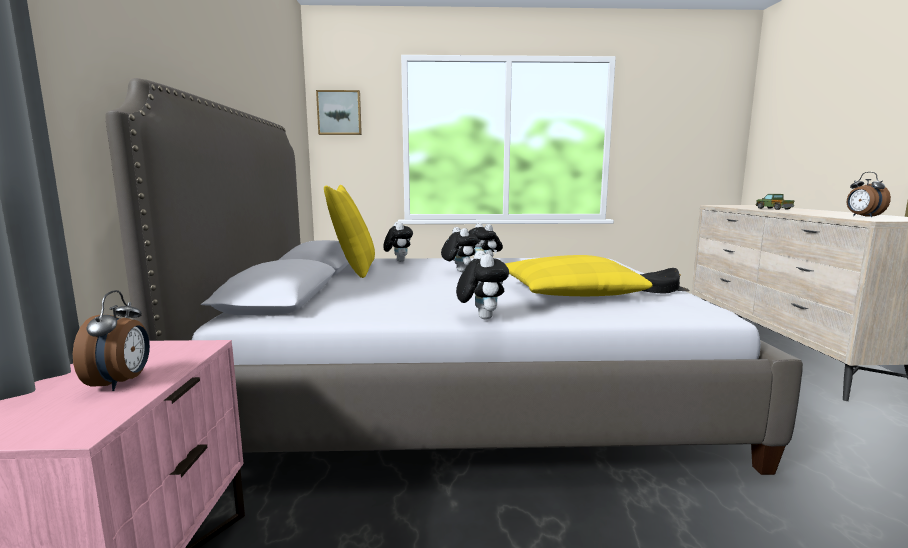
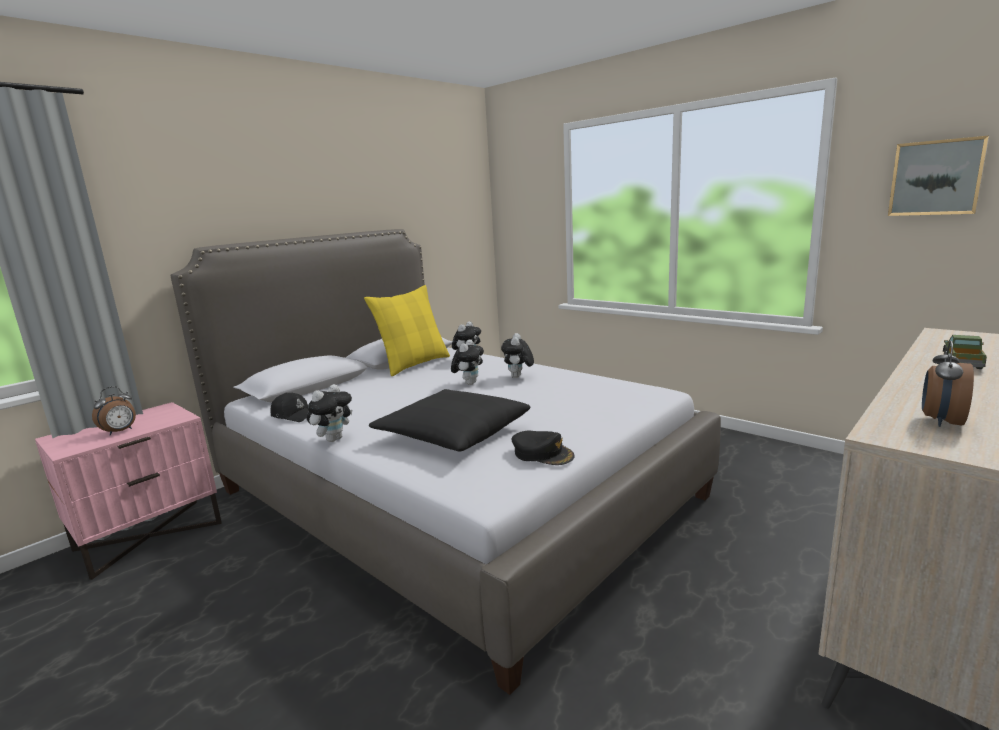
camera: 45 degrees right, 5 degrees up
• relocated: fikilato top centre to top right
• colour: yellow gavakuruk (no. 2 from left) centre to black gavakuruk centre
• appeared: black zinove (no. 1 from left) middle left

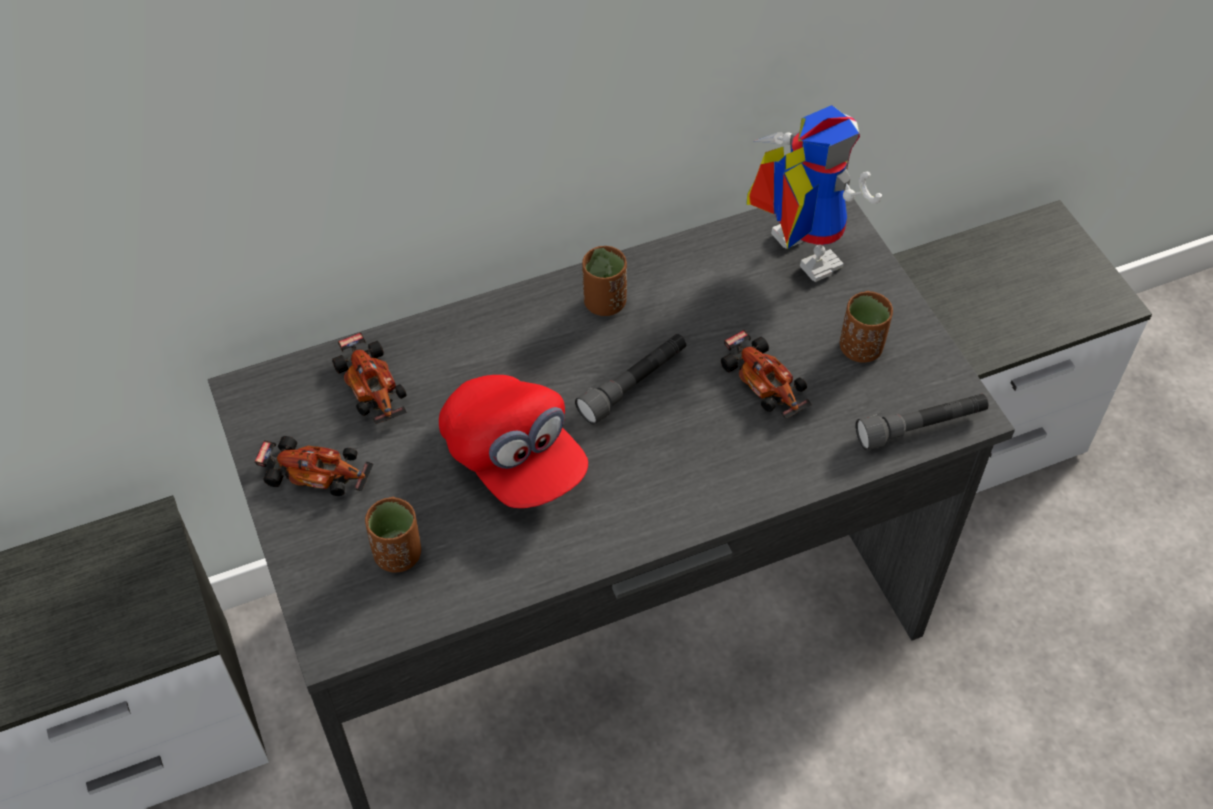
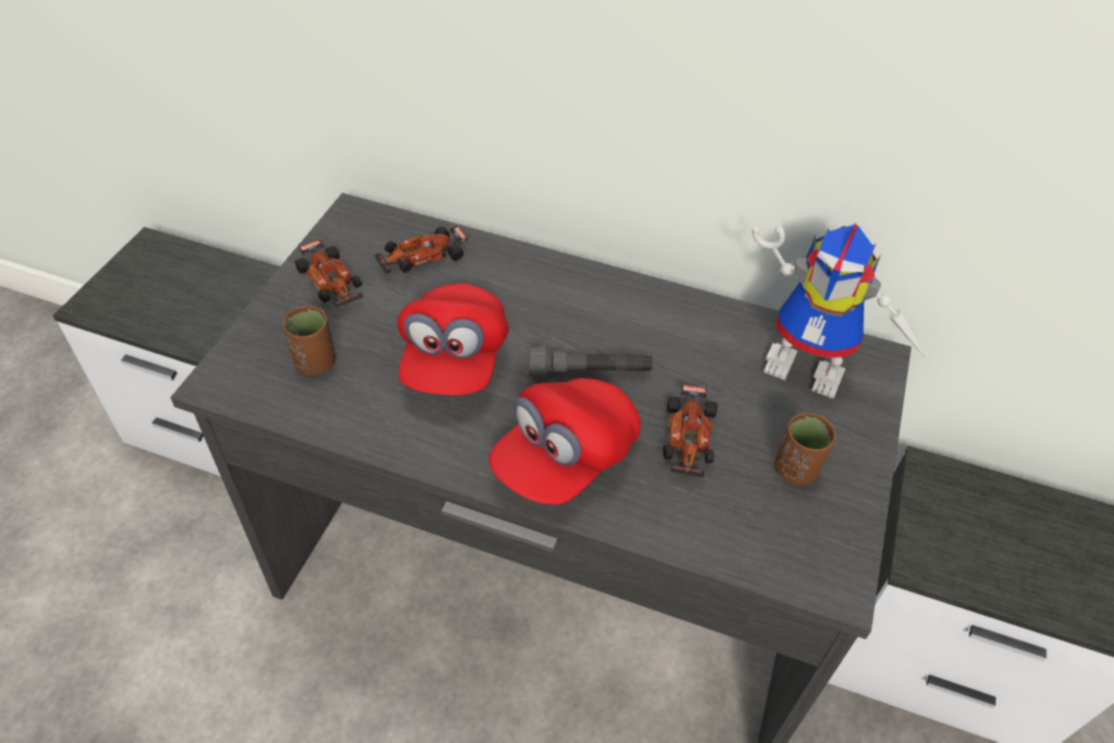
camera: 40 degrees right, 5 degrees down
• spun: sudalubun (no. 2 from left) middle left = centre 45 degrees clockwise
• missing: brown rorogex (no. 2 from left) centre
• spun: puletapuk top right = middle right 105 degrees clockwise
• missing: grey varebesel (no. 2 from left) middle right
• appeared: red zinove (no. 2 from left) centre

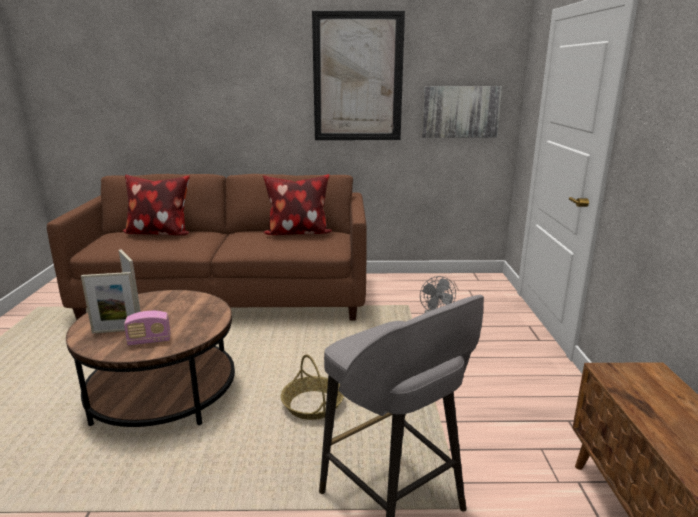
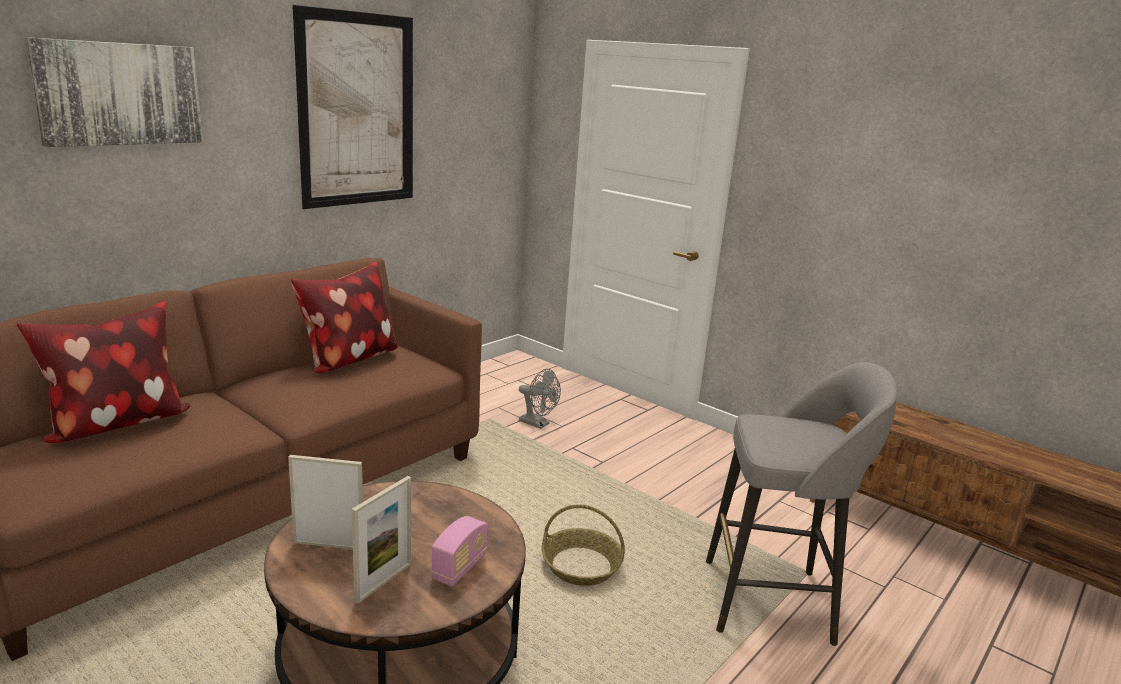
camera: 50 degrees left, 0 degrees up
• relocated: fikilato (no. 2 from left in the first image) top centre to fikilato (no. 1 from left) top left

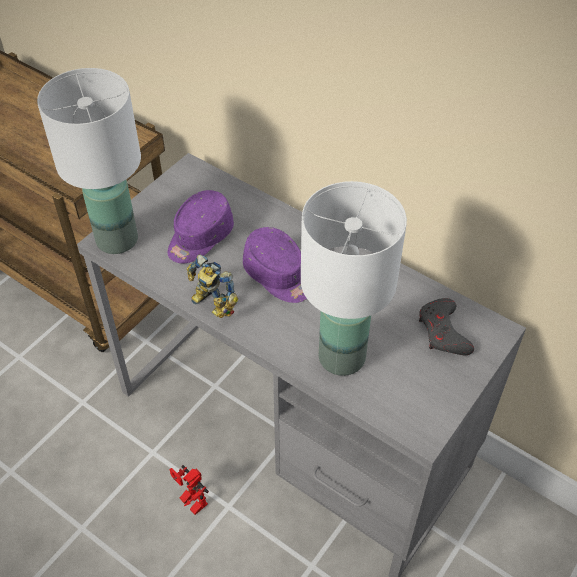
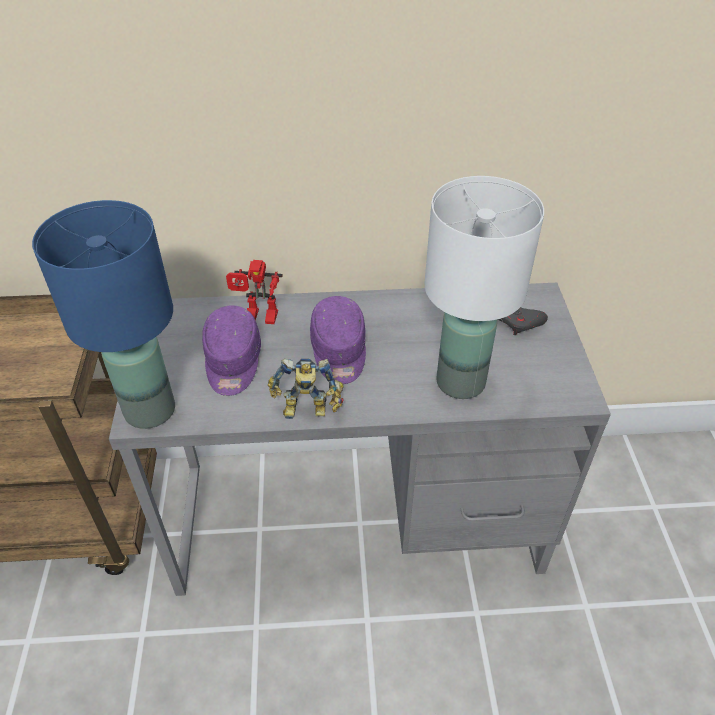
camera: 40 degrees left, 5 degrees down
• colour: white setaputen (no. 1 from left) top left to blue setaputen middle left
• relocated: puletapuk (no. 1 from left) bottom left to centre
• spun: purple zinove (no. 2 from left) centre = centre 75 degrees clockwise

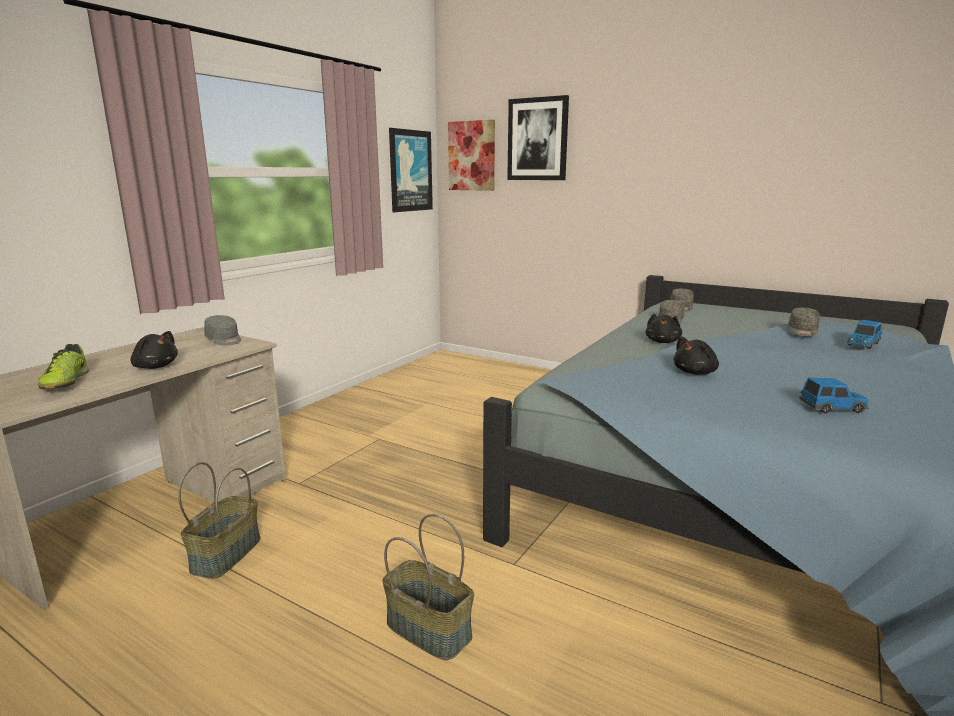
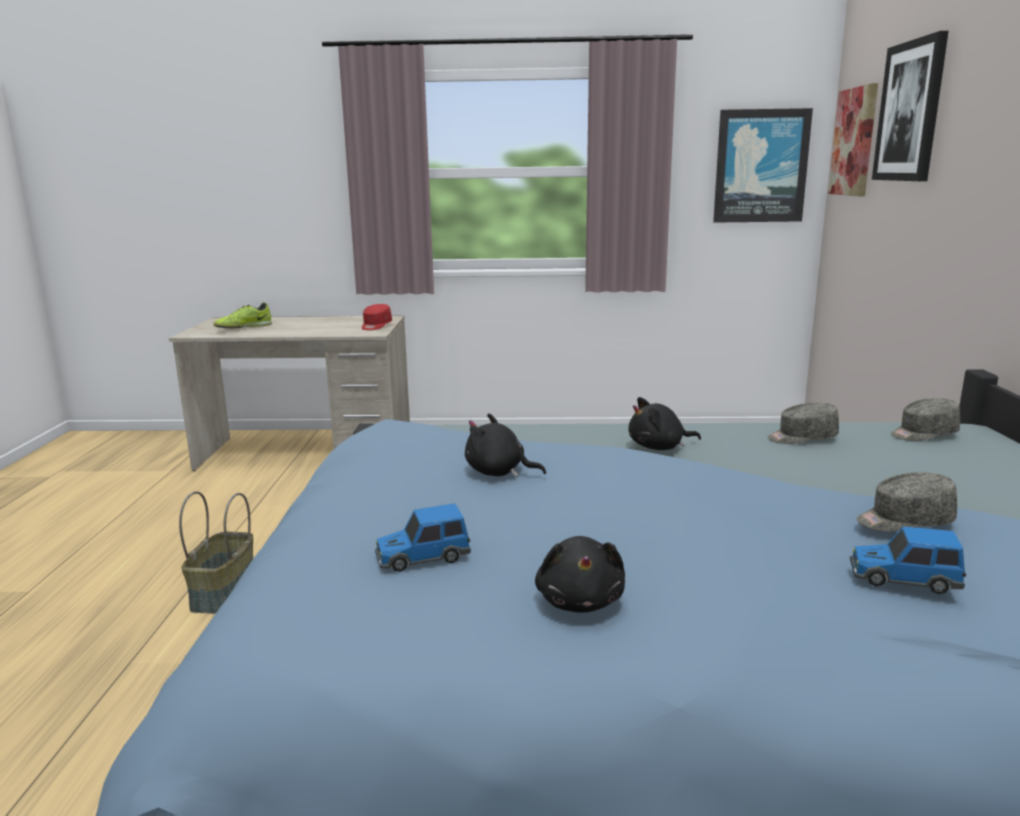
camera: 60 degrees right, 0 degrees up
• relocated: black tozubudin (no. 1 from left in the first image) middle left to black tozubudin (no. 2 from left) bottom centre
• missing: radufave (no. 1 from left) bottom left
• colour: grey zinove (no. 1 from left) middle left to red zinove centre
• spun: sudalubun (no. 1 from left) middle right = centre 105 degrees clockwise

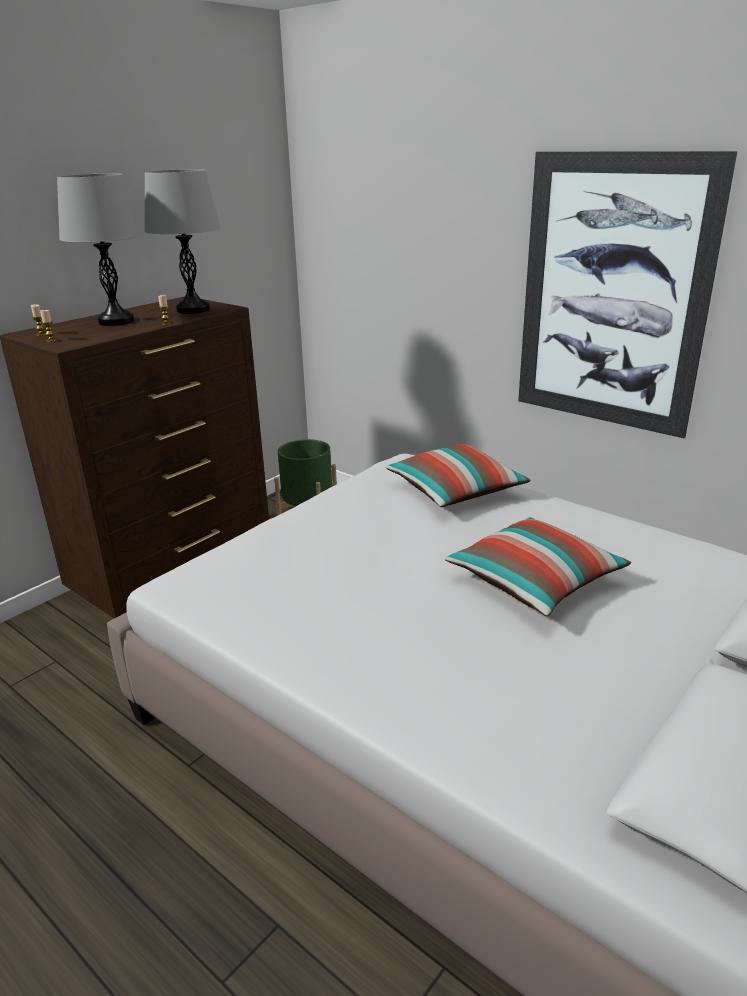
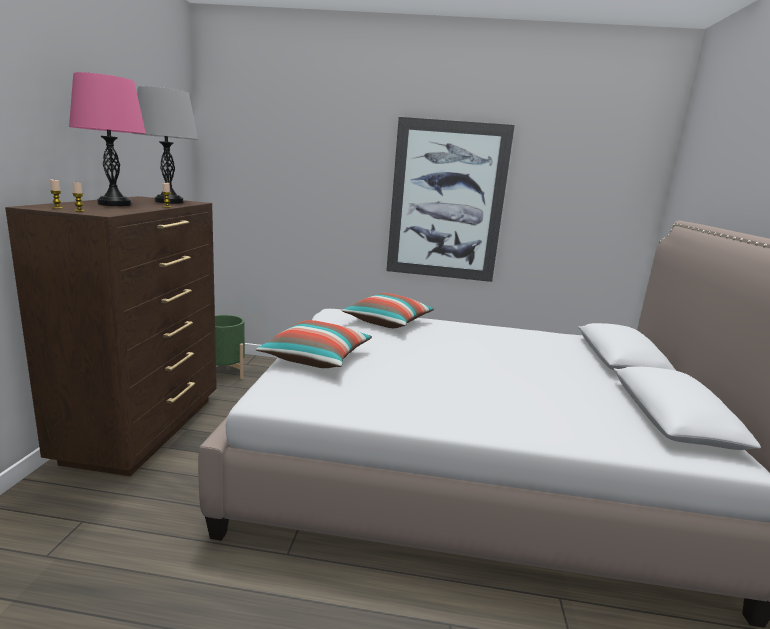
camera: 35 degrees left, 10 degrees down
• colour: grey setaputen (no. 1 from left) top left to pink setaputen top left
• relocated: gavakuruk (no. 2 from left in the first image) middle right to gavakuruk (no. 1 from left) centre

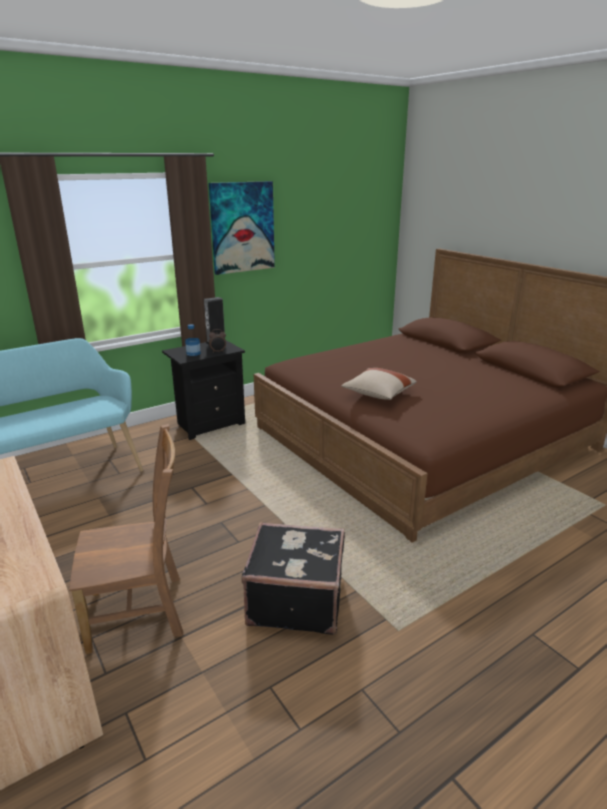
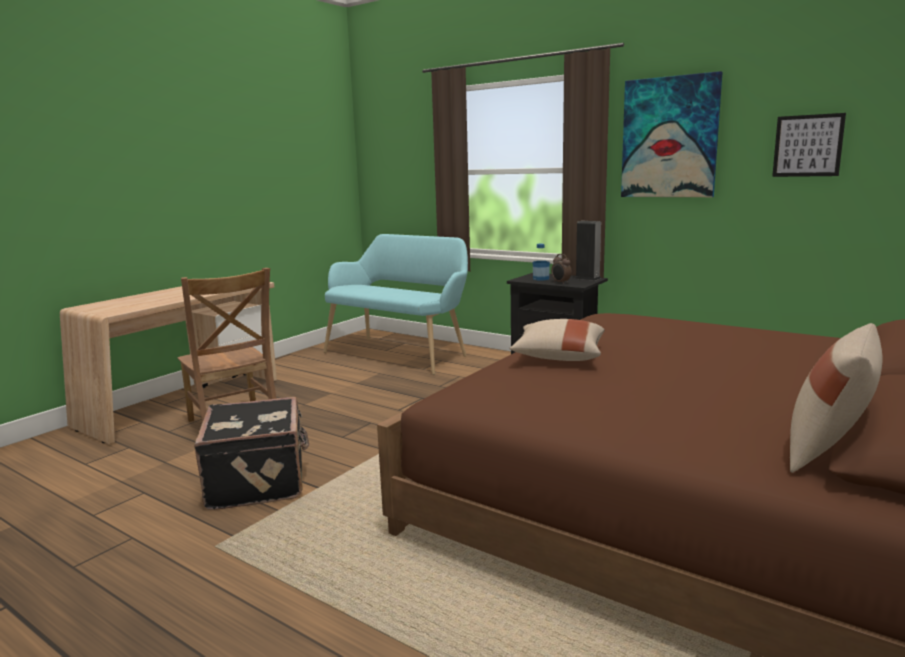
camera: 70 degrees right, 10 degrees down
• appeared: fikilato (no. 2 from left) top right
• appeared: beige gavakuruk (no. 2 from left) middle right

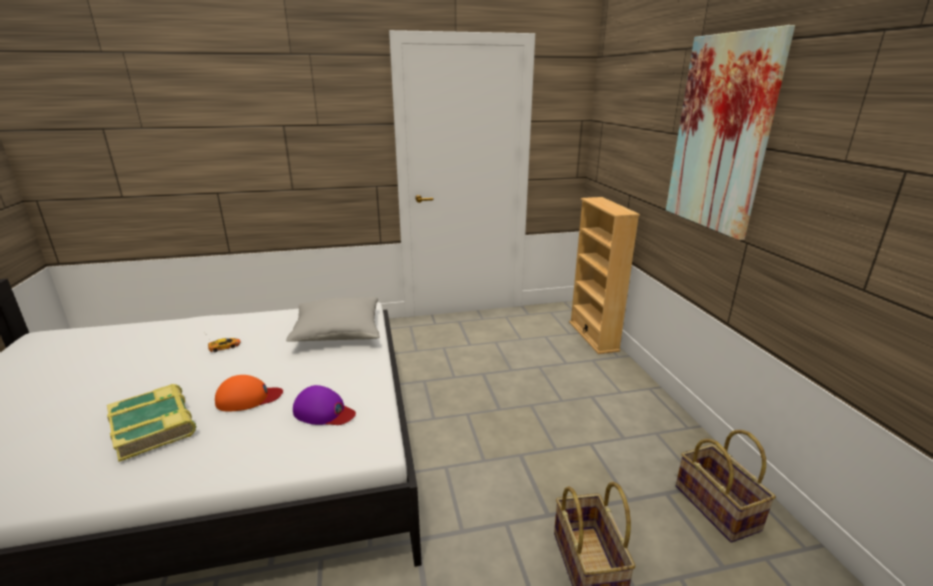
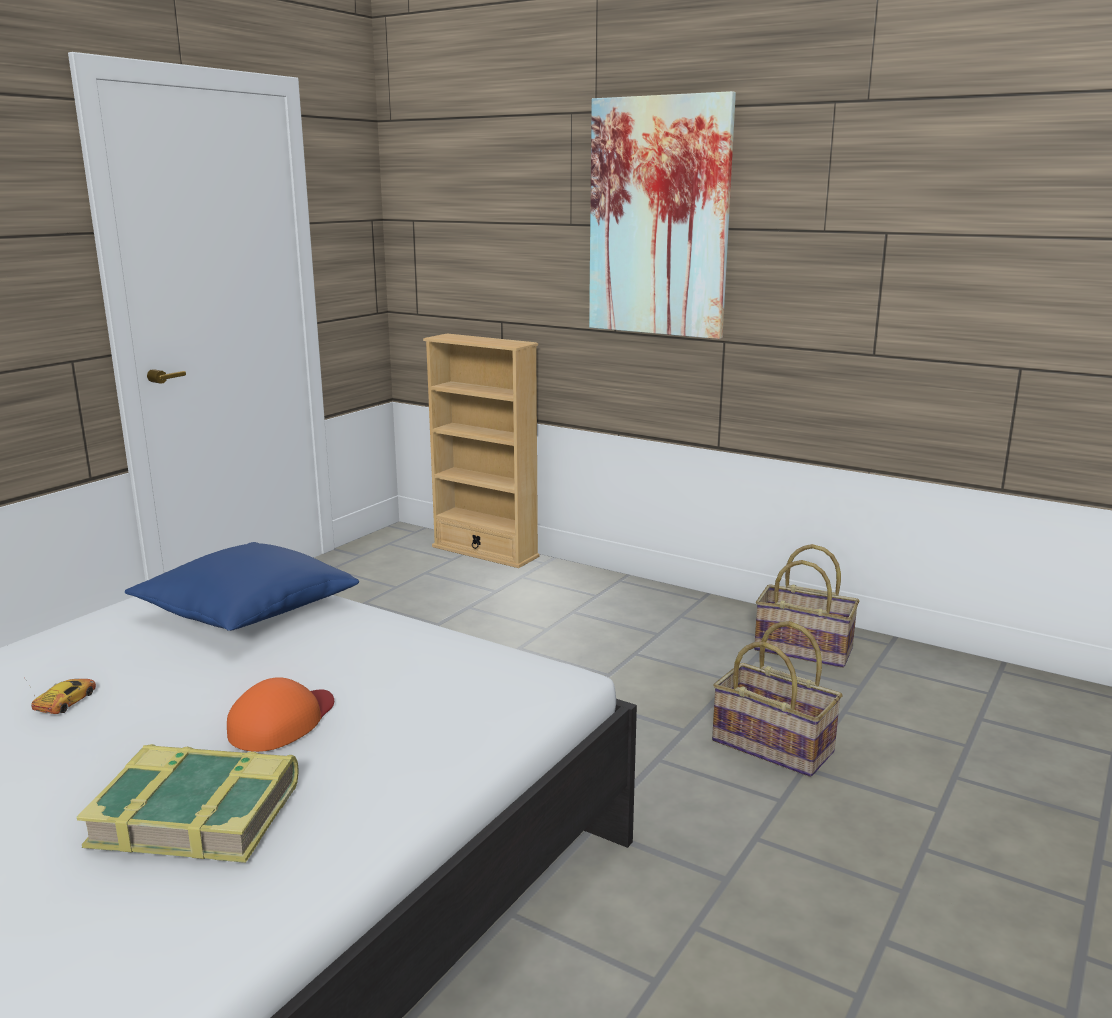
camera: 45 degrees left, 5 degrees down
• colour: grey gavakuruk centre to blue gavakuruk middle left
• missing: purple zinove bottom centre

